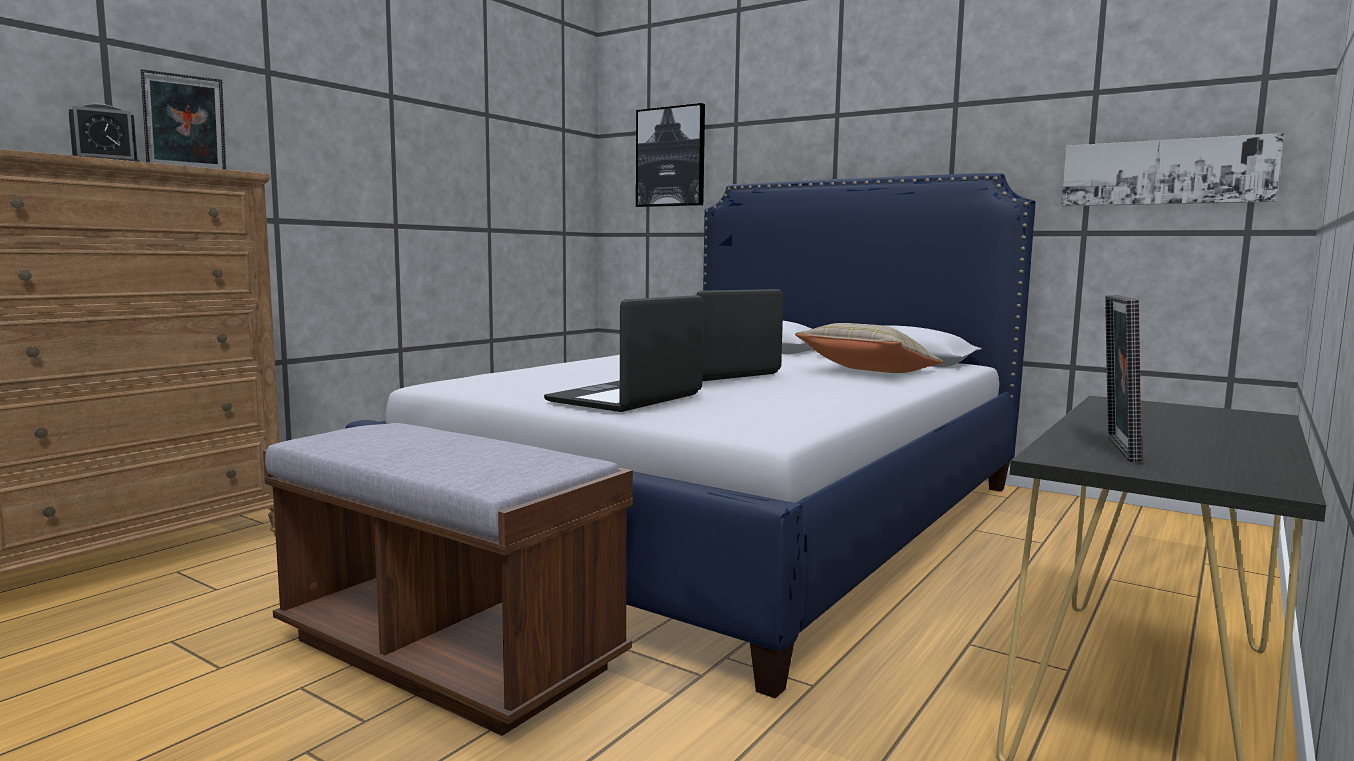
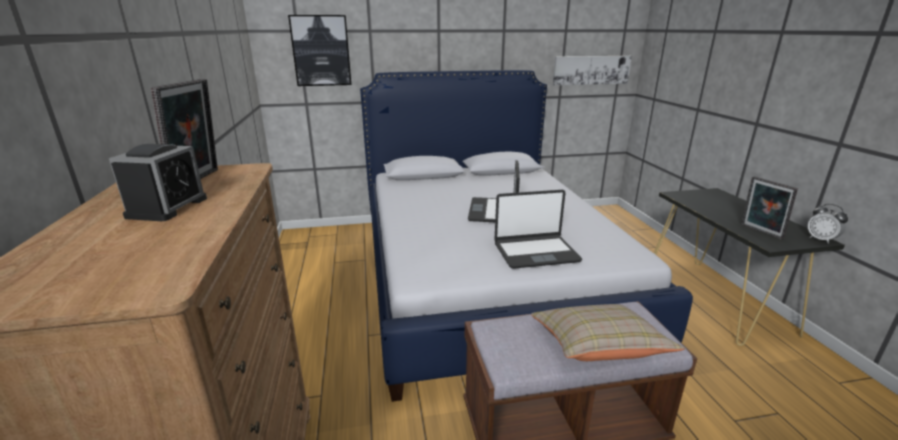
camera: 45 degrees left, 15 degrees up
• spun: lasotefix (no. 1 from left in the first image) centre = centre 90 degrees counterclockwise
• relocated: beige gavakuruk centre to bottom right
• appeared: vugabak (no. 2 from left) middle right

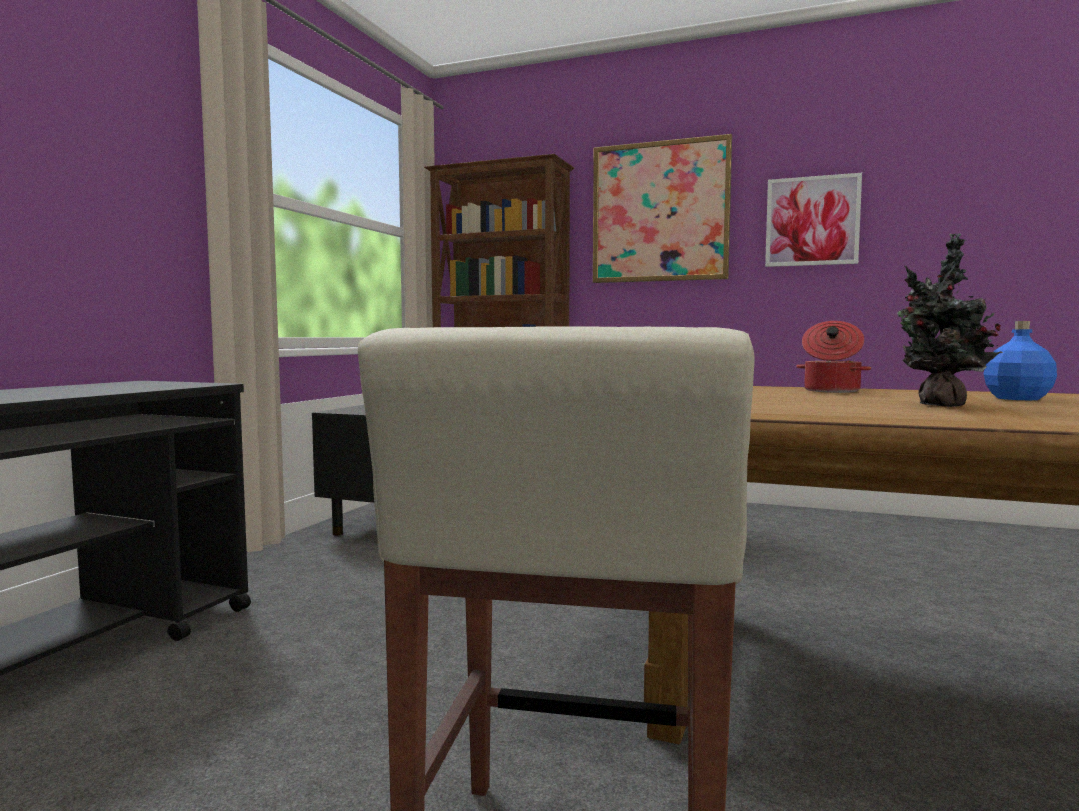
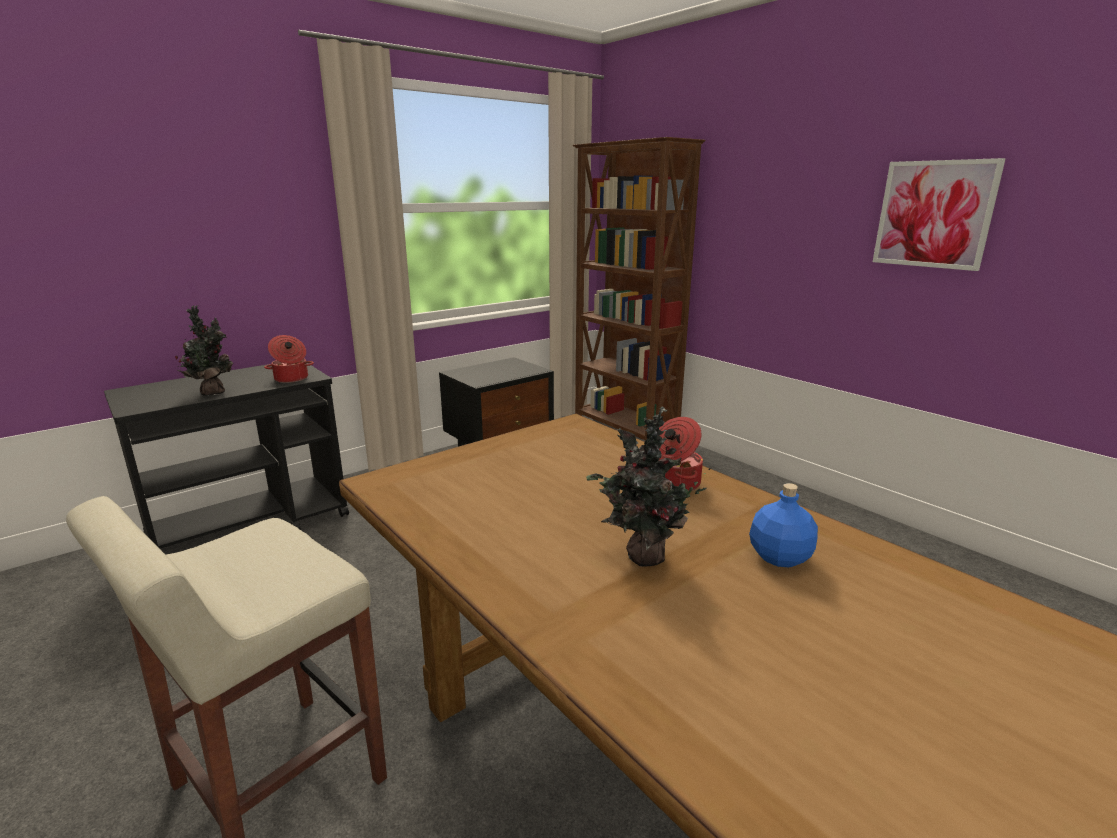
camera: 30 degrees right, 15 degrees up
• missing: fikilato (no. 1 from left) top centre
• appeared: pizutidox (no. 1 from left) middle left
• appeared: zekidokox (no. 1 from left) middle left

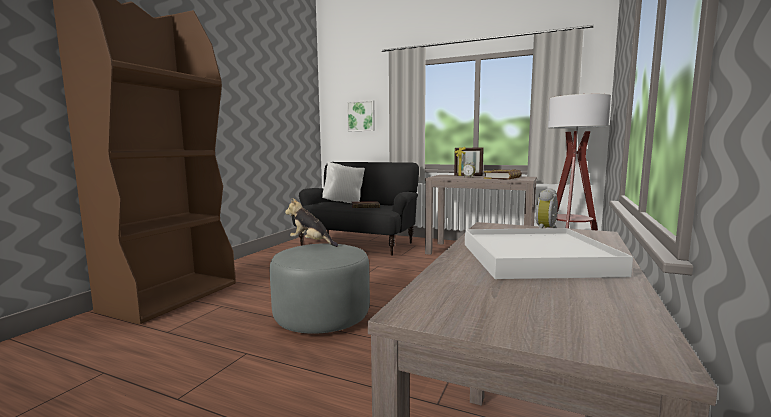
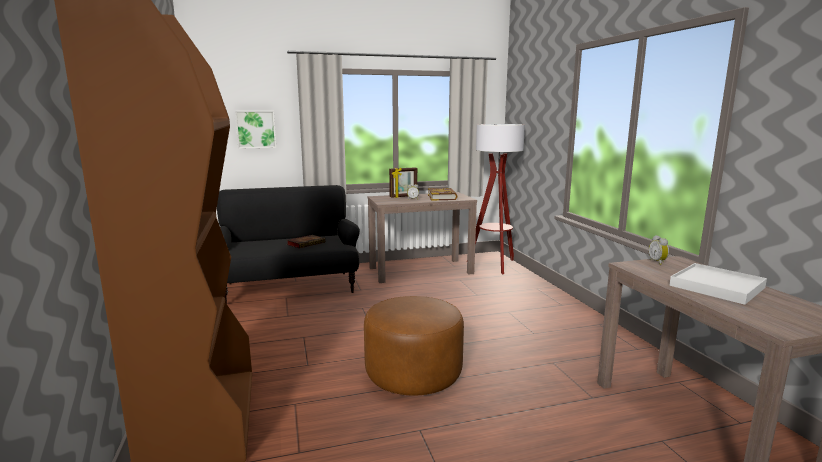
camera: 40 degrees left, 5 degrees up
• colour: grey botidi bottom centre to brown botidi bottom centre
• missing: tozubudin centre
• missing: white gavakuruk centre

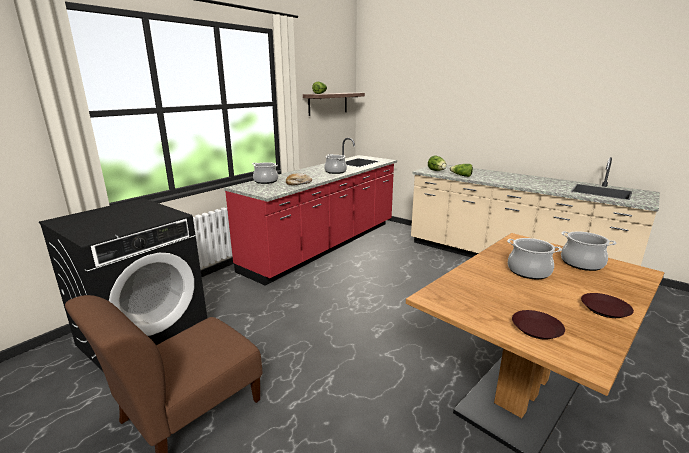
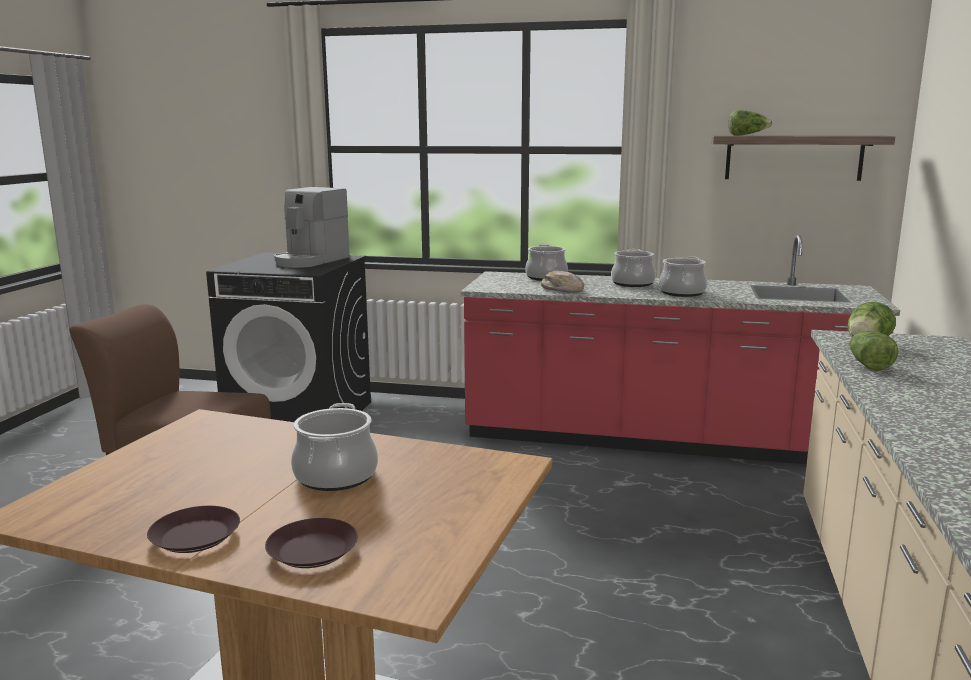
camera: 65 degrees right, 5 degrees down
• relocated: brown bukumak (no. 1 from left in the first image) bottom right to brown bukumak (no. 2 from left) bottom left
• relocated: zekidokox (no. 4 from left in the first image) middle right to zekidokox (no. 3 from left) centre
• appeared: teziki middle left

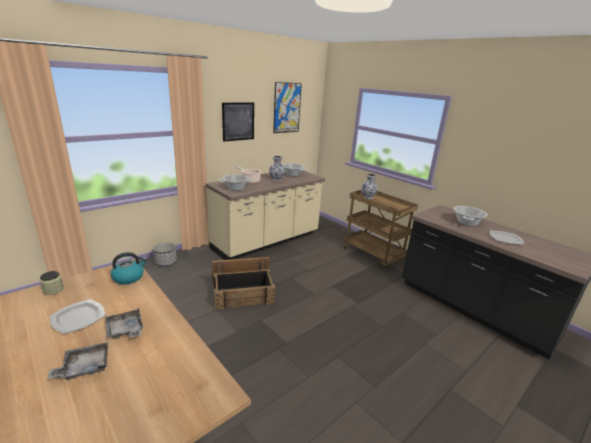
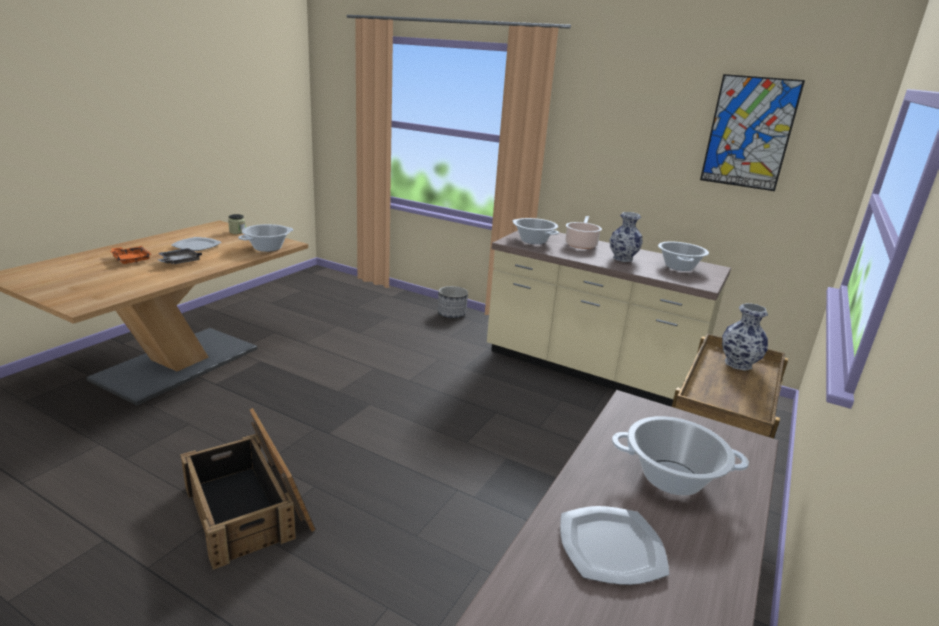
camera: 70 degrees right, 0 degrees up
• colour: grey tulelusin (no. 1 from left) bottom left to orange tulelusin middle left
• exchanged: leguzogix middle left to zekidokox (no. 1 from left) middle left
• relocated: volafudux centre to bottom left
• missing: fikilato (no. 1 from left) top centre

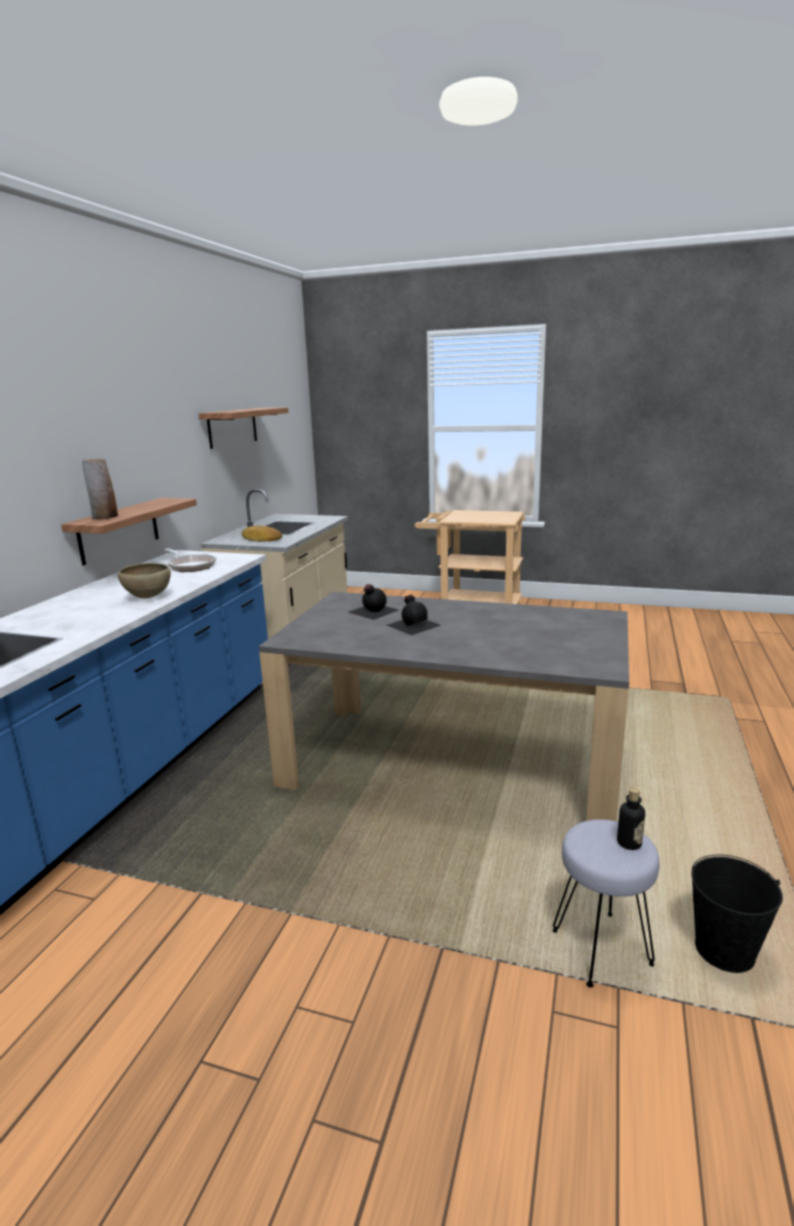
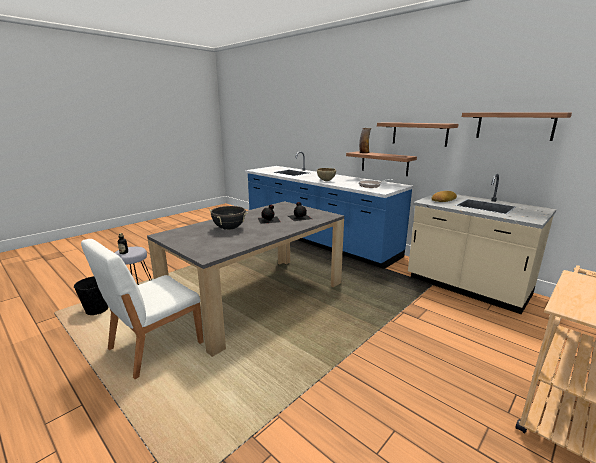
camera: 115 degrees right, 0 degrees up
• appeared: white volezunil bottom left
• appeared: black zekidokox centre
• appeared: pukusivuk (no. 2 from left) top right

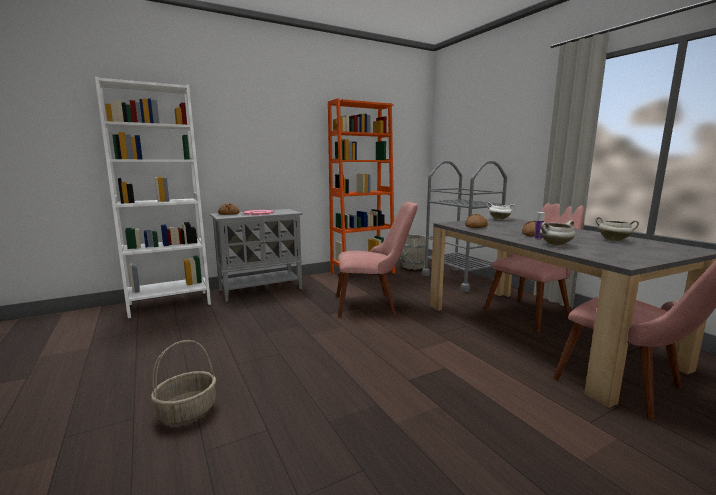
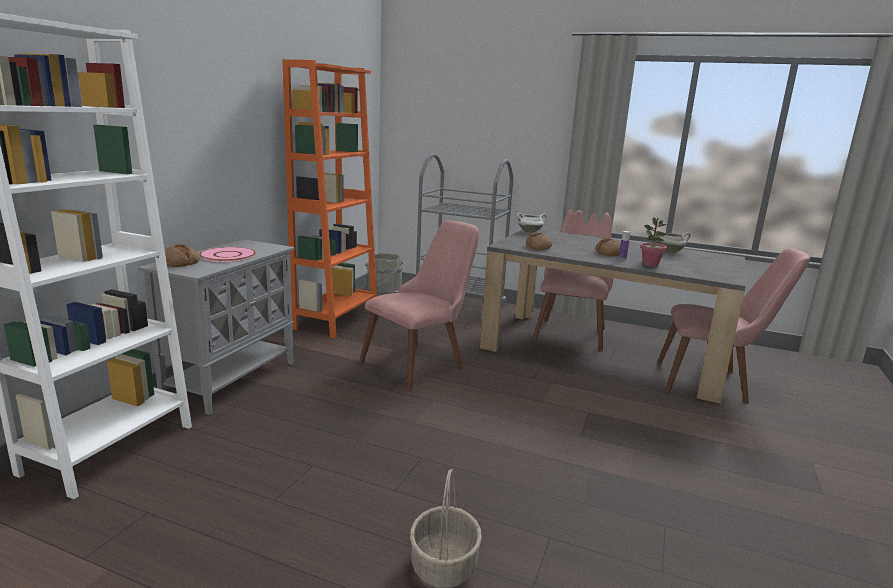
camera: 40 degrees left, 5 degrees up
• exchanged: white zekidokox (no. 2 from left) middle right to pizutidox middle right

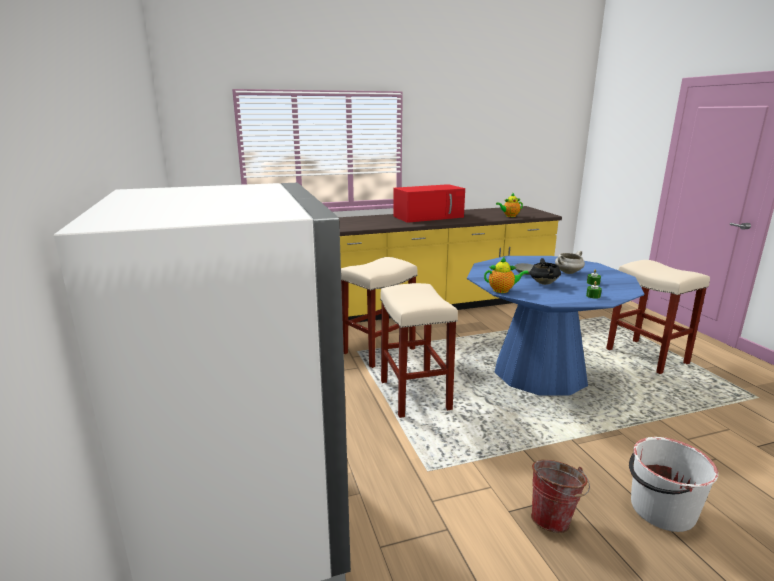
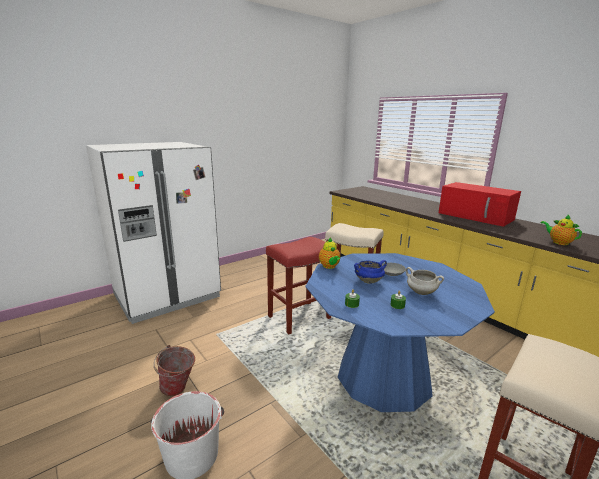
camera: 70 degrees right, 0 degrees up
• colour: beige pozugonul (no. 2 from left) centre to red pozugonul centre
• colour: black zekidokox middle right to blue zekidokox centre

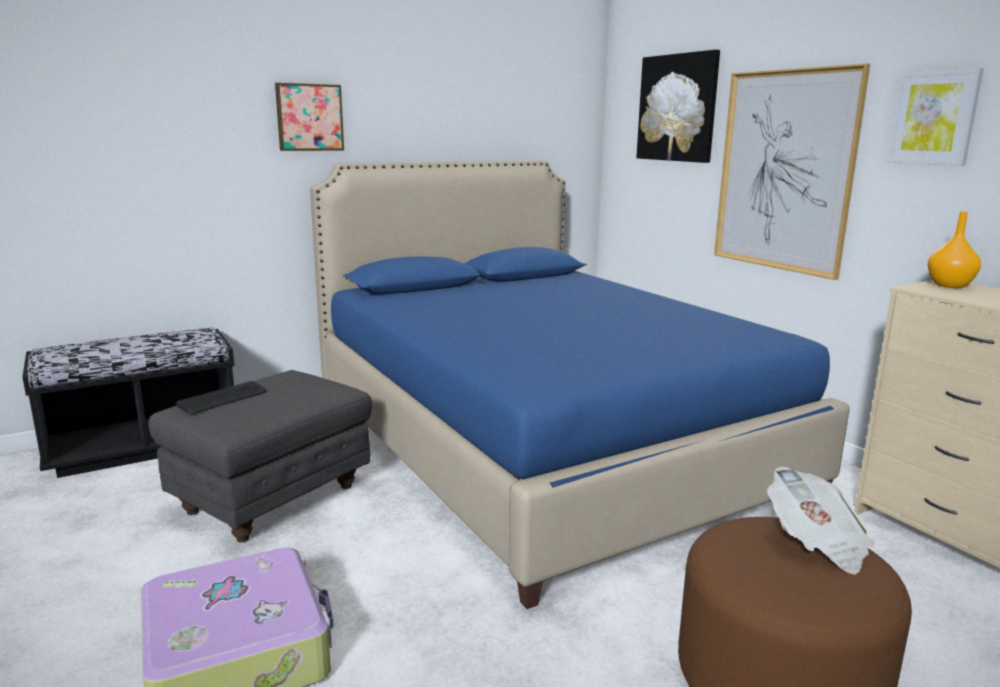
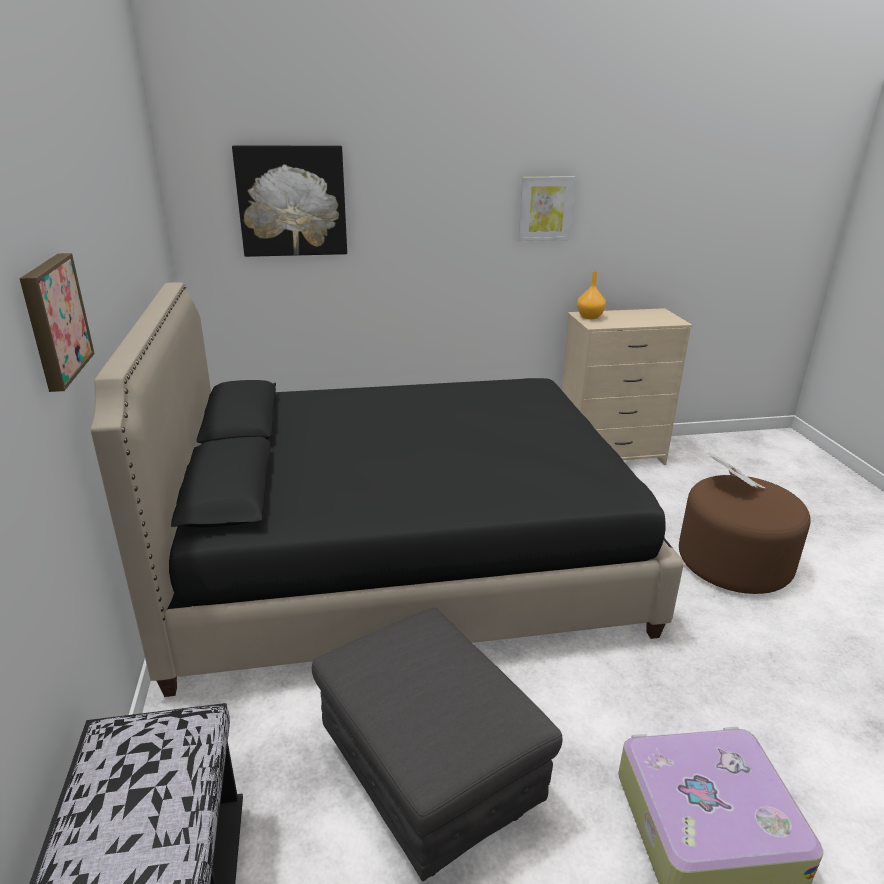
camera: 70 degrees left, 10 degrees up
• missing: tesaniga middle left
• colour: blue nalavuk centre to black nalavuk centre
• missing: fikilato (no. 3 from left) top right

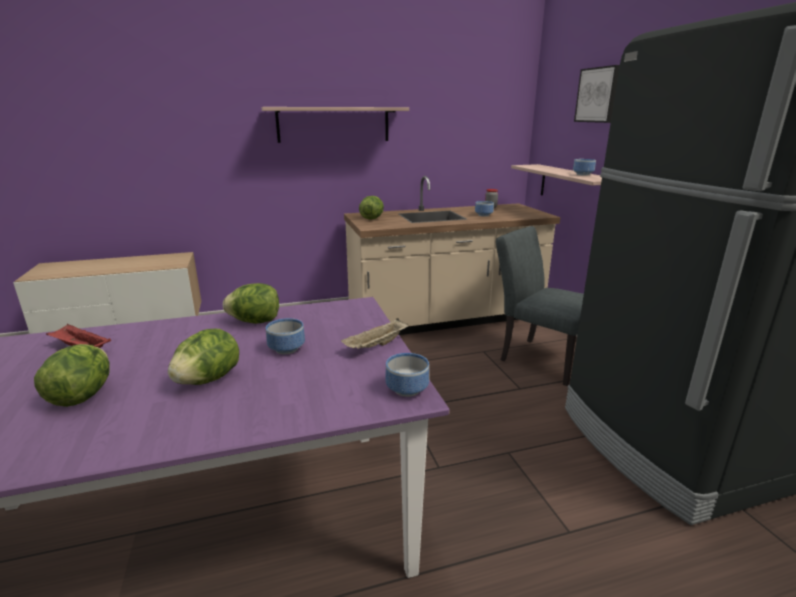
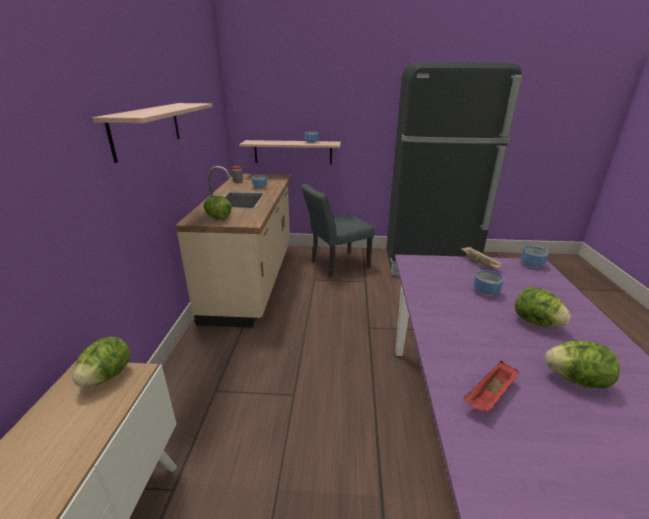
camera: 70 degrees left, 5 degrees up
• relocated: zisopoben (no. 3 from left in the first image) middle left to zisopoben (no. 1 from left) bottom left
• missing: fikilato top right

